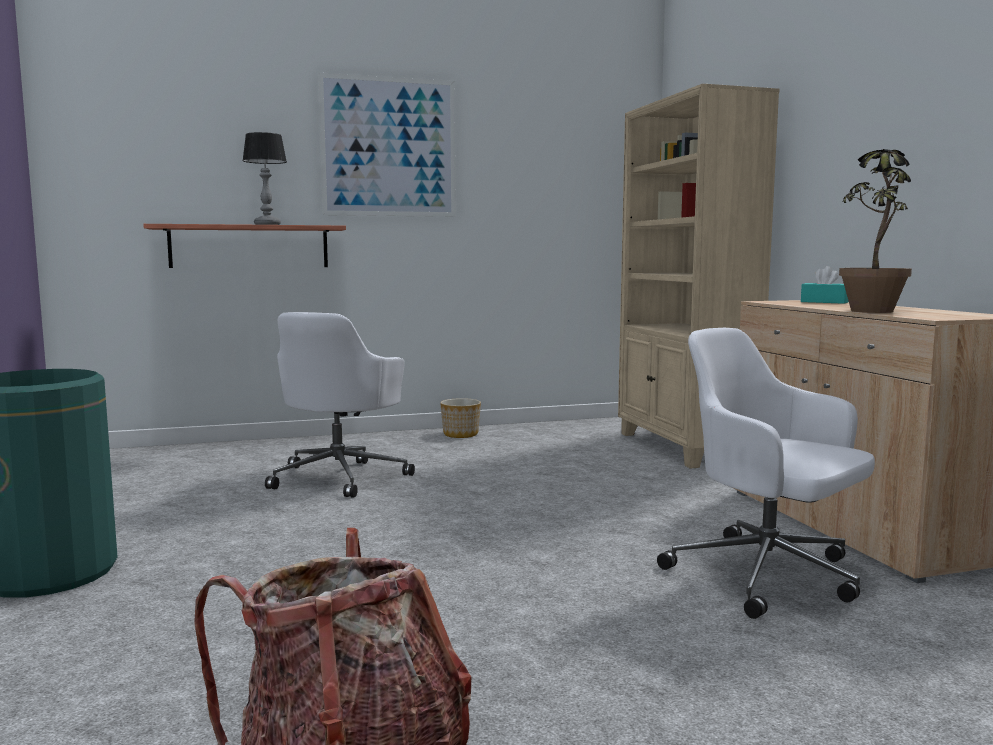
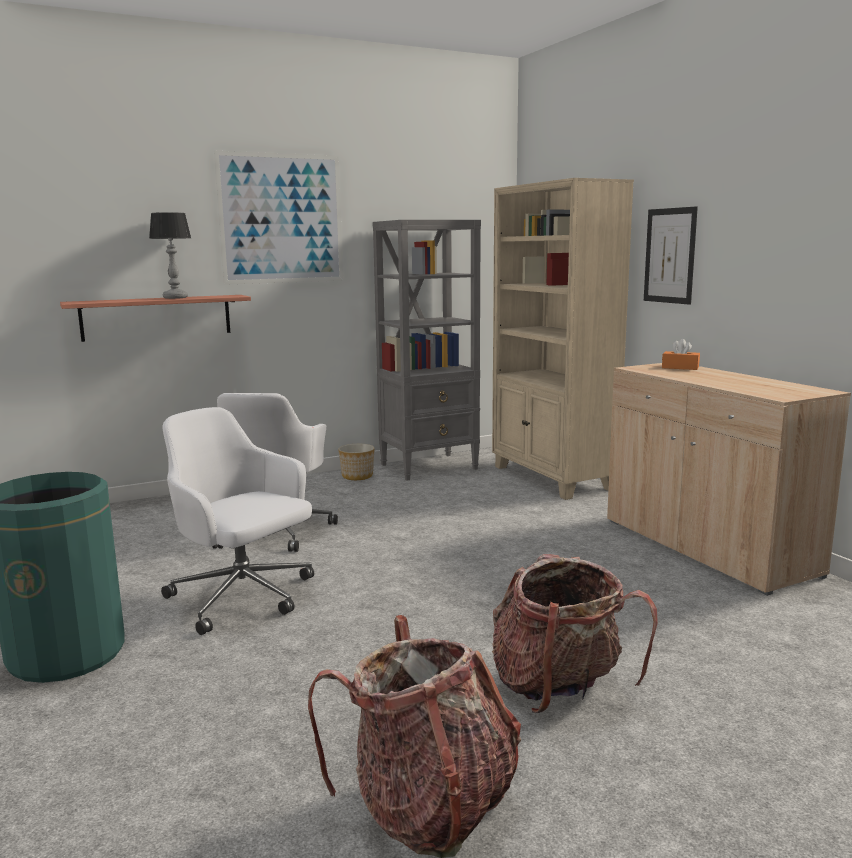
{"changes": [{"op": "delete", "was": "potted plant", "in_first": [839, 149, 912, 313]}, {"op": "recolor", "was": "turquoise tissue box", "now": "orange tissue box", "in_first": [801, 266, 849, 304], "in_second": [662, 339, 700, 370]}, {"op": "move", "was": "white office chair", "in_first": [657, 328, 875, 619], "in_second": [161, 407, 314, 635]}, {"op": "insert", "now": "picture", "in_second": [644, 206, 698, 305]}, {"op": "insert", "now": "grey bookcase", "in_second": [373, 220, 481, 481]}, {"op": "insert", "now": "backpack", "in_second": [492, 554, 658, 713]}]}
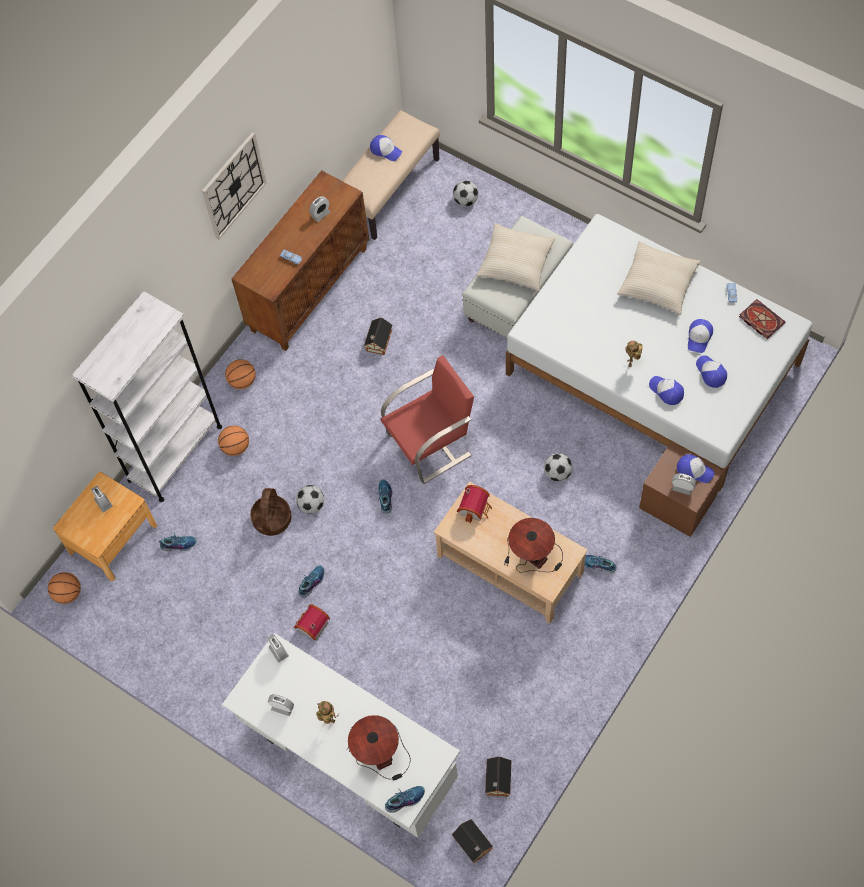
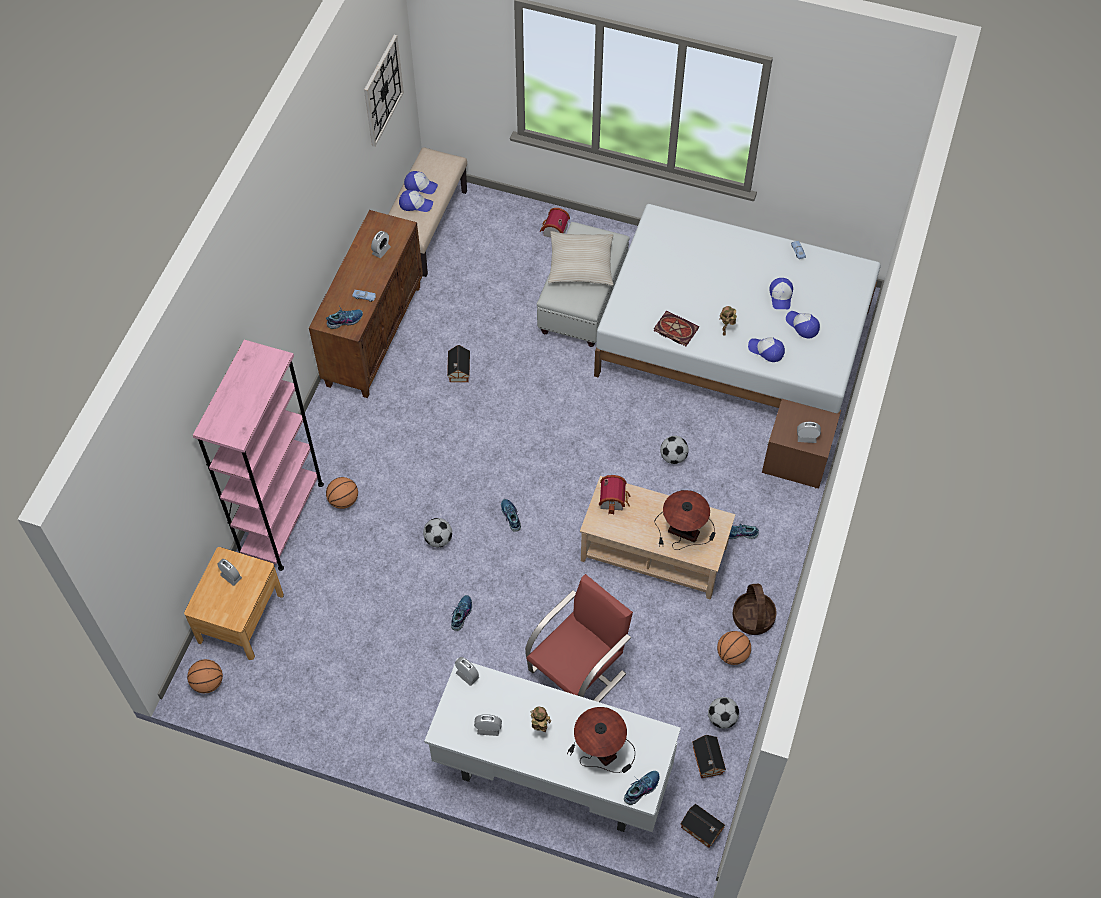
{"changes": [{"op": "move", "was": "wall clock", "in_first": [202, 132, 267, 240], "in_second": [364, 35, 404, 147]}, {"op": "move", "was": "football", "in_first": [453, 181, 478, 207], "in_second": [708, 697, 739, 729]}, {"op": "delete", "was": "beige pillow", "in_first": [617, 241, 701, 315]}, {"op": "recolor", "was": "white bookcase", "now": "pink bookcase", "in_first": [72, 291, 222, 502], "in_second": [193, 340, 324, 571]}, {"op": "move", "was": "book", "in_first": [739, 299, 785, 339], "in_second": [653, 311, 699, 346]}, {"op": "move", "was": "red chair", "in_first": [381, 355, 474, 484], "in_second": [525, 574, 633, 702]}, {"op": "move", "was": "basketball", "in_first": [225, 359, 256, 389], "in_second": [717, 631, 751, 665]}, {"op": "move", "was": "cap", "in_first": [677, 454, 714, 483], "in_second": [399, 190, 433, 212]}, {"op": "move", "was": "basket", "in_first": [250, 488, 292, 536], "in_second": [733, 584, 777, 635]}, {"op": "move", "was": "shoe", "in_first": [159, 533, 197, 551], "in_second": [326, 306, 363, 329]}, {"op": "move", "was": "toy house", "in_first": [294, 604, 330, 641], "in_second": [540, 208, 570, 238]}]}
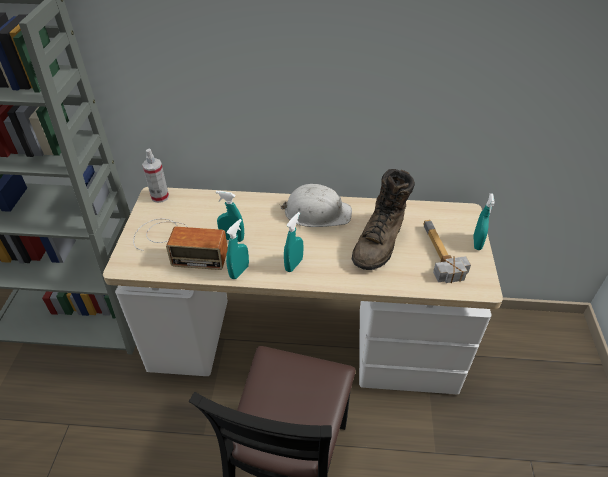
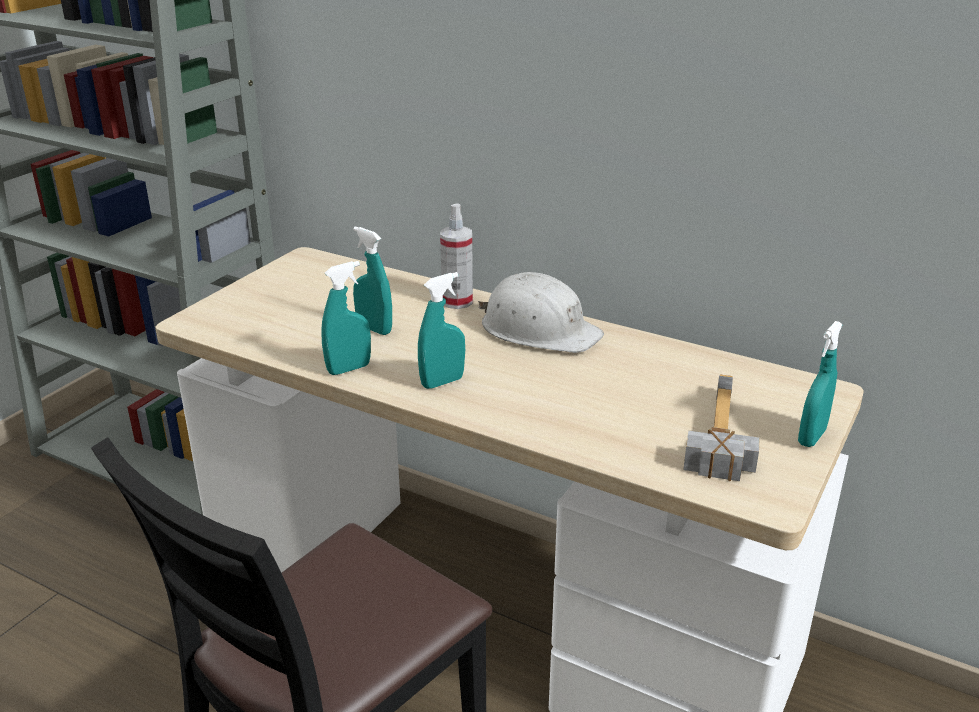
{"changes": [{"op": "move", "was": "spray bottle", "in_first": [142, 148, 169, 203], "in_second": [440, 203, 473, 309]}, {"op": "delete", "was": "brown boot", "in_first": [352, 169, 415, 270]}, {"op": "delete", "was": "radio", "in_first": [133, 219, 228, 270]}]}
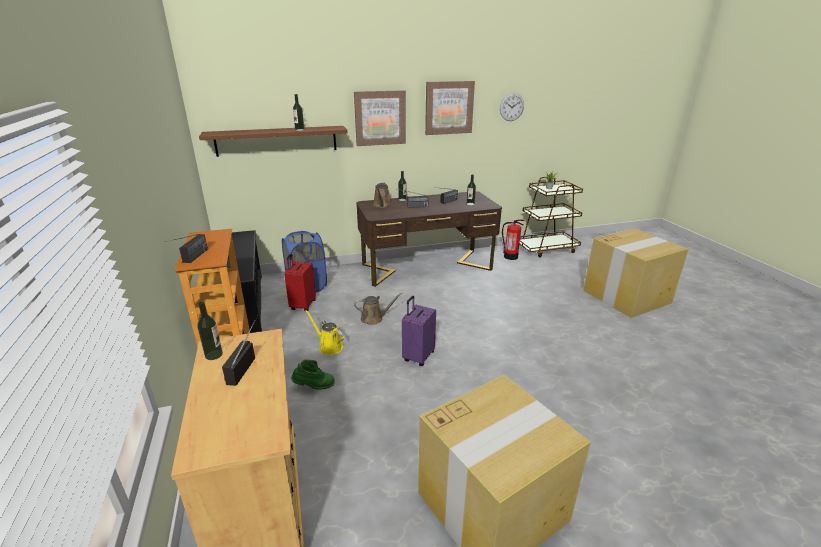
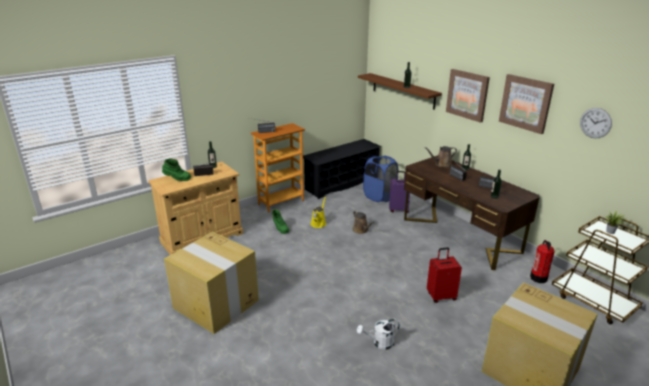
{"changes": [{"op": "move", "was": "red suitcase", "in_first": [284, 253, 316, 311], "in_second": [427, 247, 462, 303]}, {"op": "move", "was": "purple suitcase", "in_first": [402, 296, 436, 366], "in_second": [389, 171, 410, 213]}, {"op": "insert", "now": "green boot", "in_second": [162, 158, 191, 181]}, {"op": "insert", "now": "white watering can", "in_second": [357, 319, 400, 350]}]}
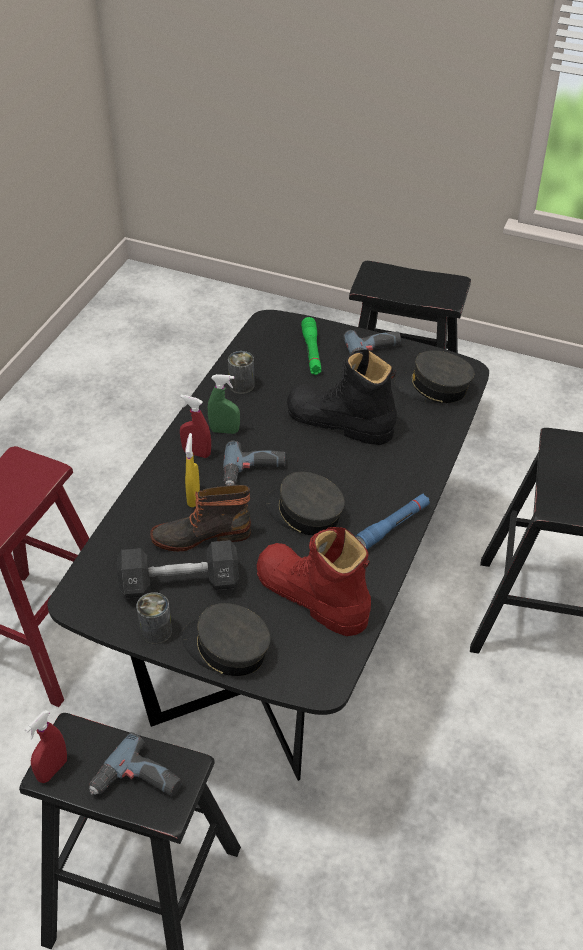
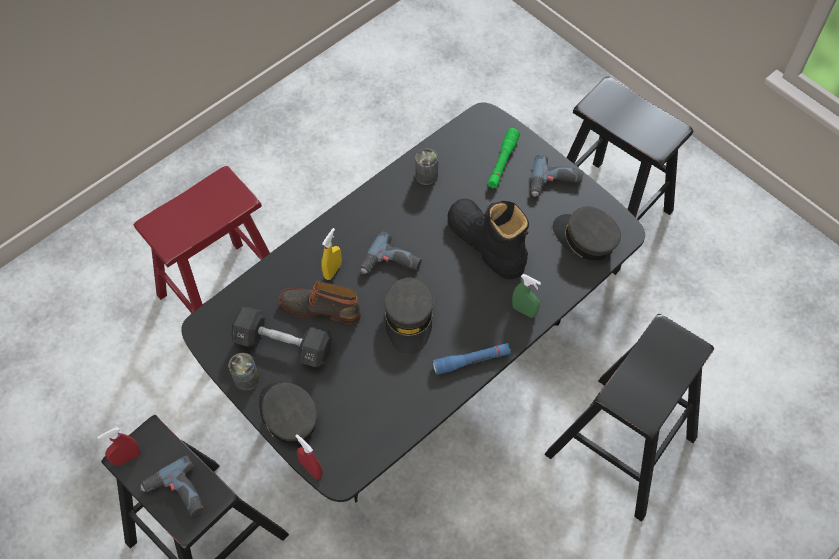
{"changes": [{"op": "move", "was": "green spray bottle", "in_first": [208, 374, 240, 434], "in_second": [512, 274, 541, 318]}, {"op": "move", "was": "red spray bottle", "in_first": [180, 395, 211, 458], "in_second": [295, 434, 323, 479]}, {"op": "rotate", "was": "grey cap", "in_first": [265, 472, 345, 535], "in_second": [384, 278, 433, 355], "clockwise": -150}, {"op": "delete", "was": "red boot", "in_first": [257, 527, 371, 636]}]}
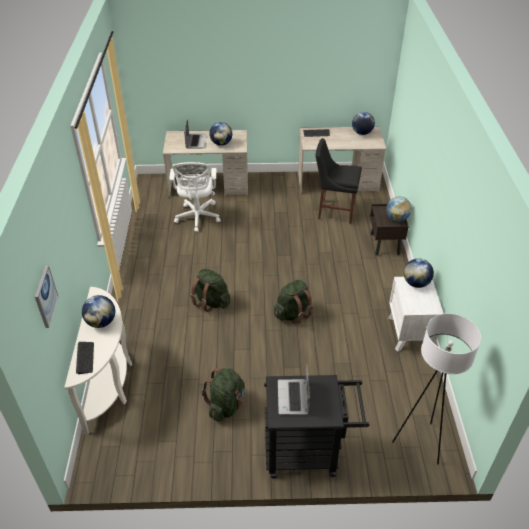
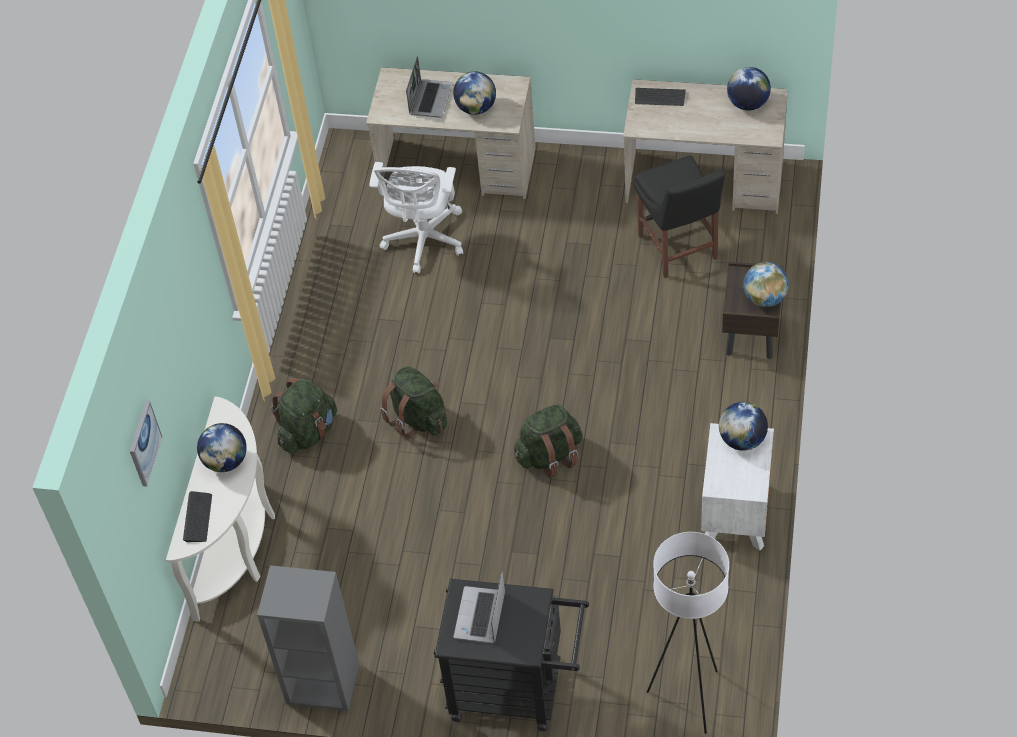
{"changes": [{"op": "rotate", "was": "black chair", "in_first": [315, 138, 362, 224], "in_second": [634, 156, 725, 278], "clockwise": -135}, {"op": "move", "was": "green backpack", "in_first": [202, 368, 245, 422], "in_second": [271, 378, 337, 454]}, {"op": "insert", "now": "grey bookcase", "in_second": [257, 565, 359, 711]}]}
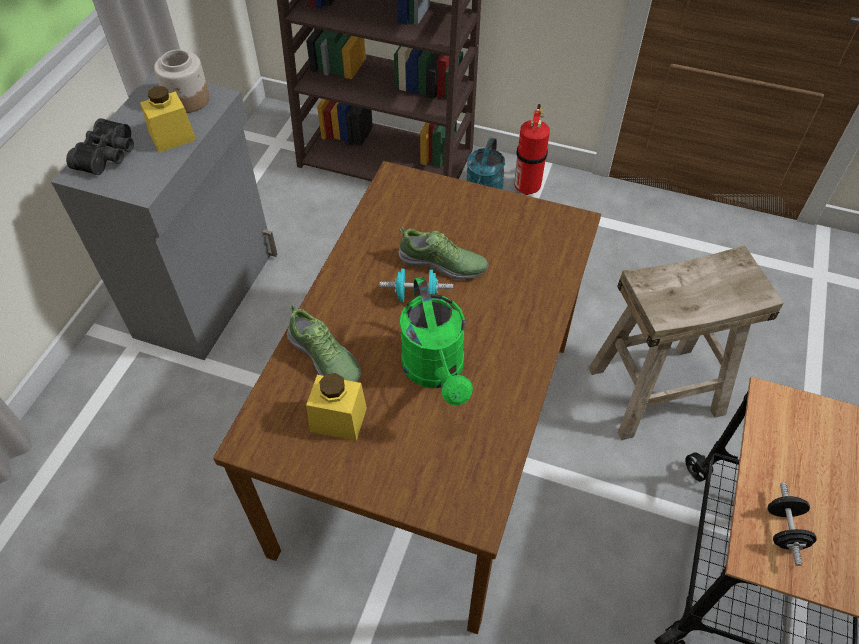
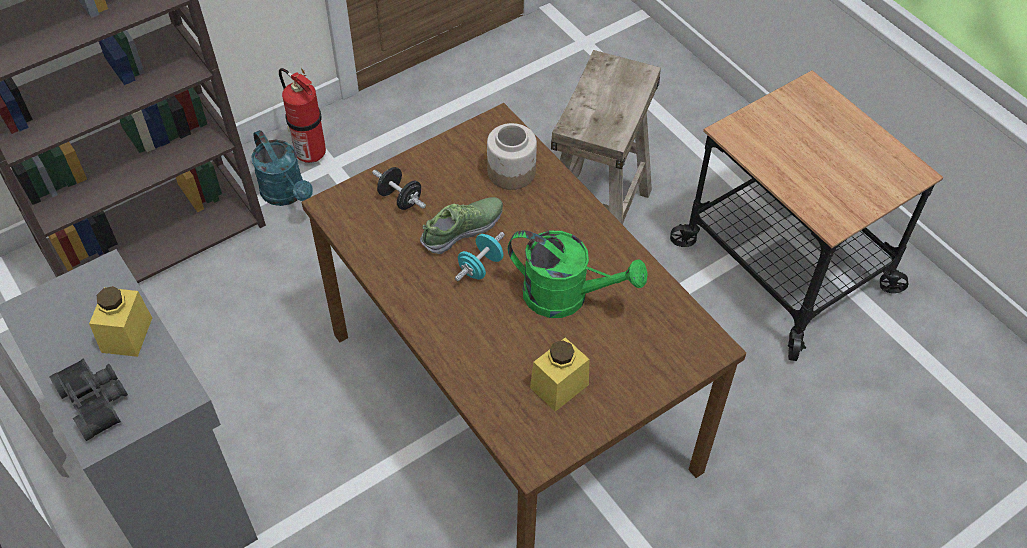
{"changes": [{"op": "move", "was": "jar", "in_first": [154, 50, 210, 113], "in_second": [487, 123, 537, 190]}, {"op": "delete", "was": "shoe", "in_first": [287, 305, 361, 382]}, {"op": "move", "was": "black dumbbell", "in_first": [768, 482, 817, 566], "in_second": [372, 167, 426, 210]}]}
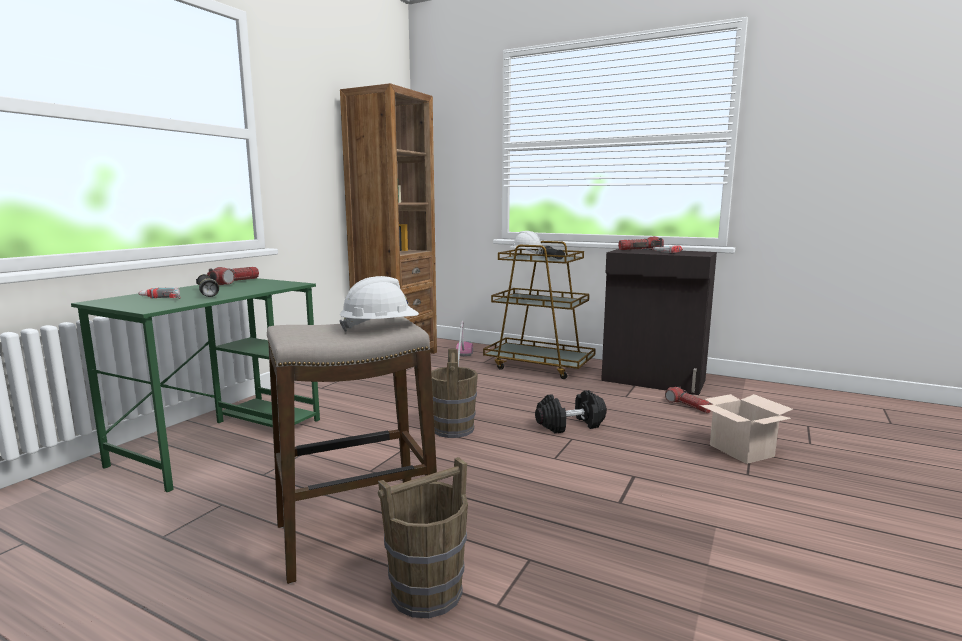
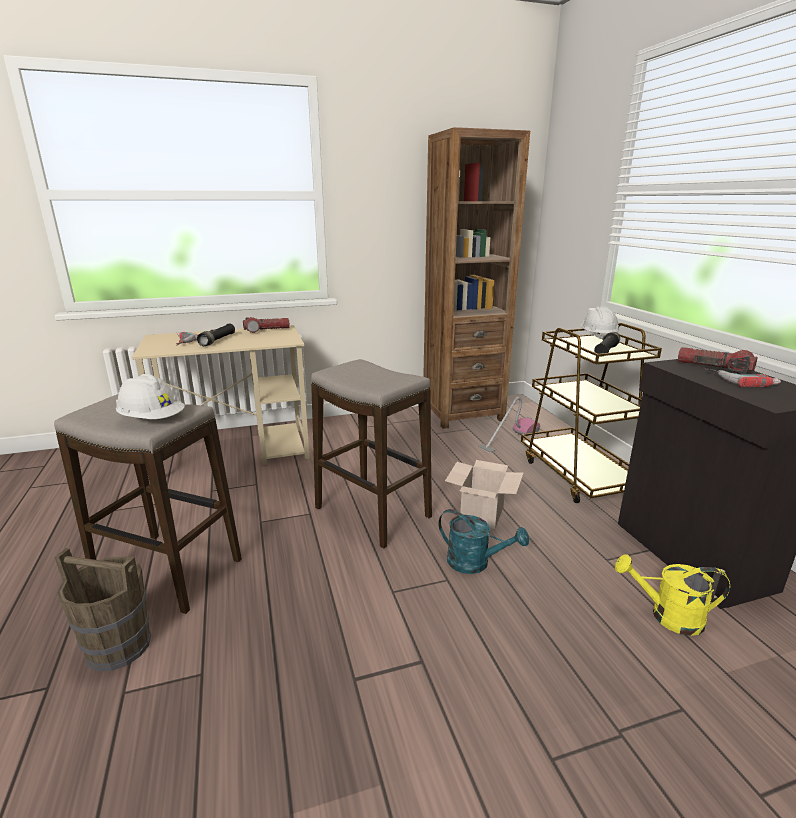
{"changes": [{"op": "recolor", "was": "green desk", "now": "beige desk", "in_first": [71, 278, 320, 492], "in_second": [132, 325, 310, 465]}, {"op": "replace", "was": "brown bucket", "now": "stool", "in_first": [431, 349, 478, 438], "in_second": [311, 359, 432, 548]}, {"op": "replace", "was": "flashlight", "now": "yellow watering can", "in_first": [665, 386, 713, 413], "in_second": [615, 554, 730, 636]}, {"op": "replace", "was": "black dumbbell", "now": "turquoise watering can", "in_first": [535, 390, 607, 433], "in_second": [438, 509, 529, 574]}, {"op": "move", "was": "cardboard box", "in_first": [700, 394, 793, 464], "in_second": [445, 460, 524, 529]}]}
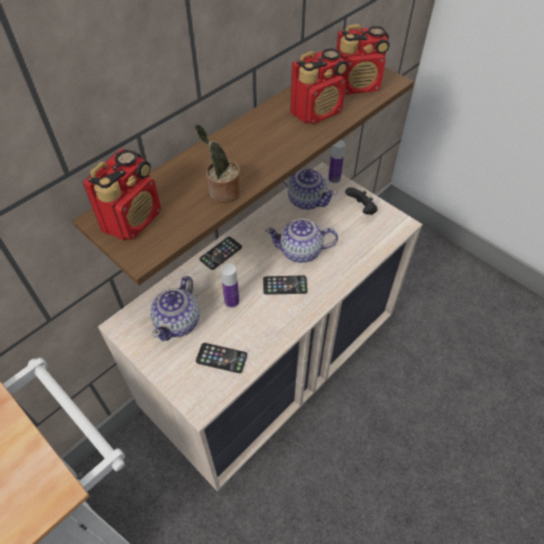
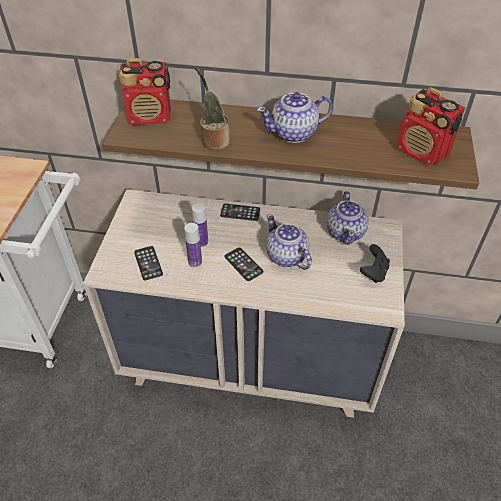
{"changes": [{"op": "delete", "was": "radio", "in_first": [290, 48, 348, 125]}, {"op": "move", "was": "bottle", "in_first": [328, 140, 345, 183], "in_second": [184, 223, 202, 268]}, {"op": "move", "was": "teapot", "in_first": [150, 276, 200, 341], "in_second": [257, 92, 333, 143]}]}
